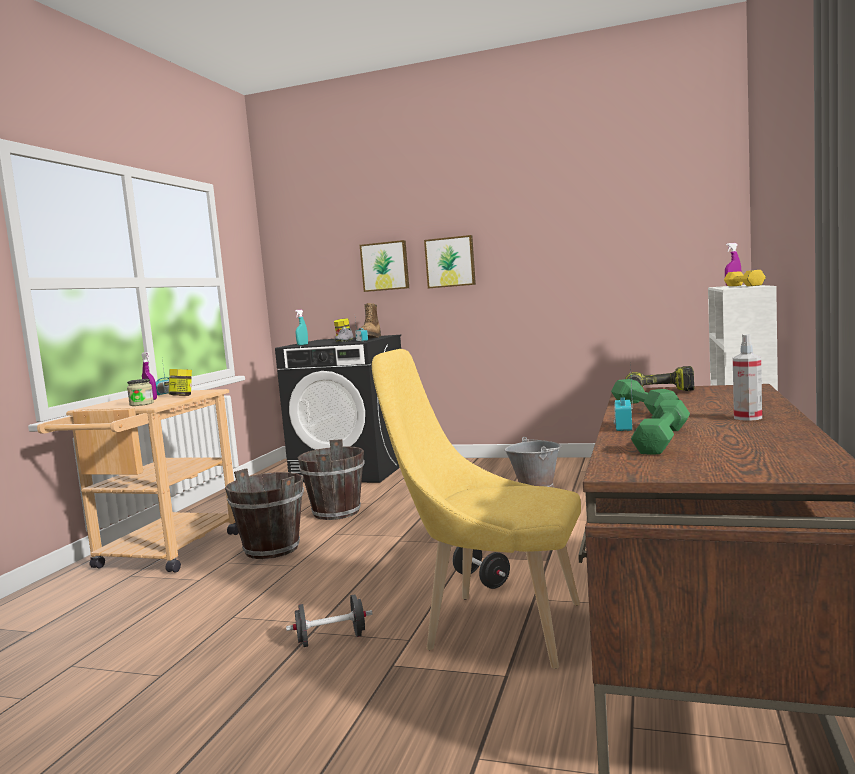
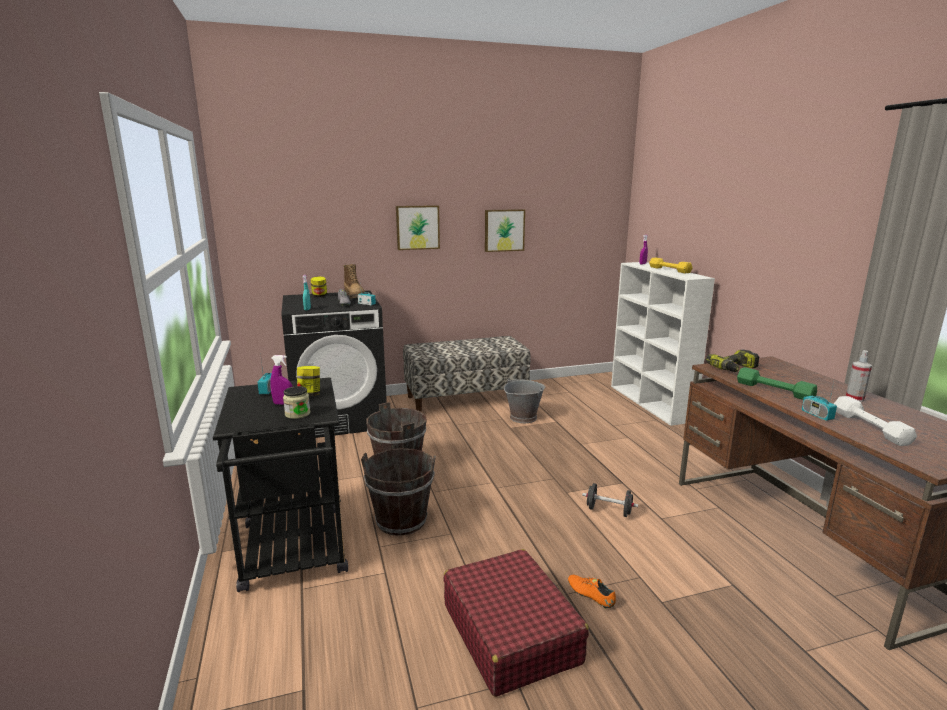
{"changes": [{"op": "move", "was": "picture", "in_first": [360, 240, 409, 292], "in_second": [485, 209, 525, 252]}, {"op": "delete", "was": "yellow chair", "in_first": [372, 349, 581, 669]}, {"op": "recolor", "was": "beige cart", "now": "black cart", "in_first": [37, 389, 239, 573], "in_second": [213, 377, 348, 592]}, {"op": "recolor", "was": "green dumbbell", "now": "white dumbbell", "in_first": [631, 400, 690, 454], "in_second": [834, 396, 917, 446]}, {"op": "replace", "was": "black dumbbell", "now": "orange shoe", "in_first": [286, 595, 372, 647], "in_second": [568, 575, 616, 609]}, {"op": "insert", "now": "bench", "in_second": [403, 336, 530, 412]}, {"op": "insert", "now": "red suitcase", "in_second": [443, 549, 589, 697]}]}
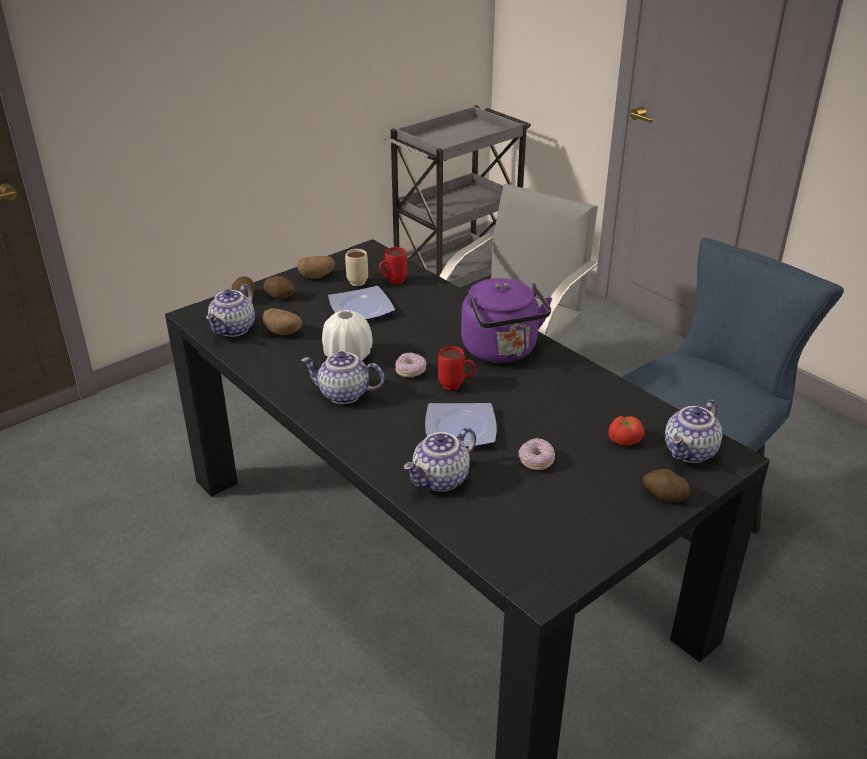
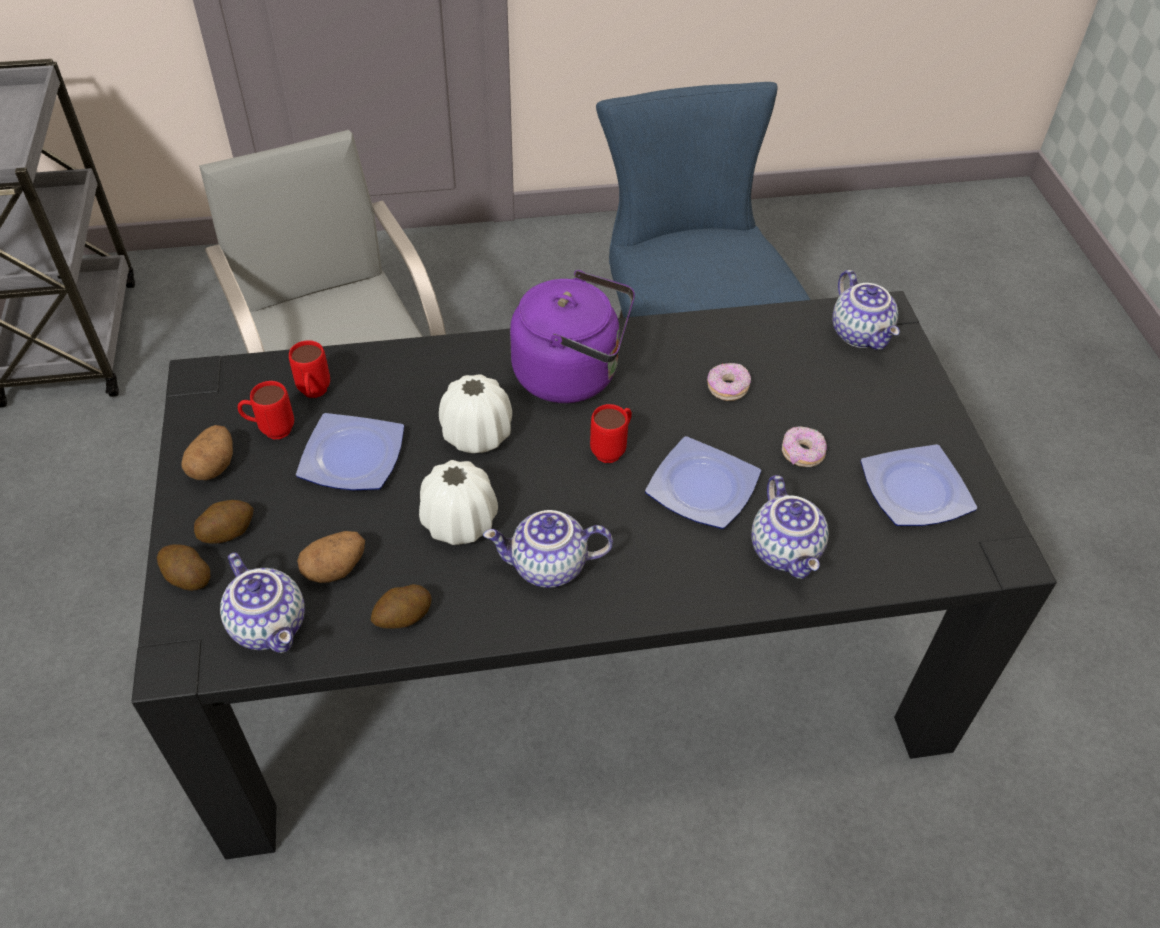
{"changes": [{"op": "recolor", "was": "beige mug", "now": "red mug", "in_first": [345, 249, 368, 286], "in_second": [237, 381, 294, 439]}, {"op": "rotate", "was": "teapot", "in_first": [301, 351, 384, 404], "in_second": [483, 510, 613, 588], "clockwise": 45}, {"op": "move", "was": "donut", "in_first": [395, 352, 426, 377], "in_second": [707, 363, 751, 401]}, {"op": "delete", "was": "tomato", "in_first": [608, 416, 645, 445]}, {"op": "move", "was": "potato", "in_first": [643, 469, 690, 502], "in_second": [371, 584, 432, 629]}, {"op": "insert", "now": "white vase", "in_second": [439, 374, 512, 453]}, {"op": "insert", "now": "plate", "in_second": [861, 444, 977, 526]}]}
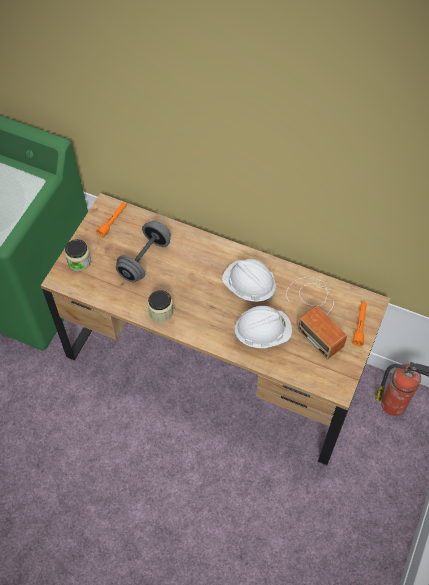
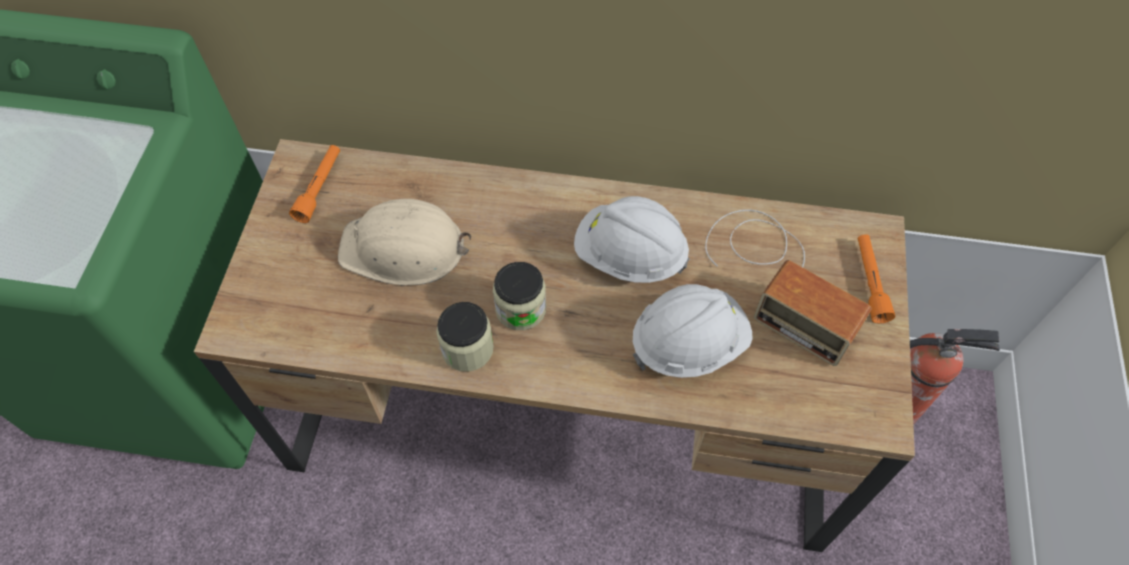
{"changes": [{"op": "replace", "was": "grey dumbbell", "now": "beige hard hat", "in_first": [116, 220, 171, 282], "in_second": [338, 199, 471, 286]}, {"op": "move", "was": "jar", "in_first": [65, 239, 91, 271], "in_second": [493, 262, 546, 330]}]}
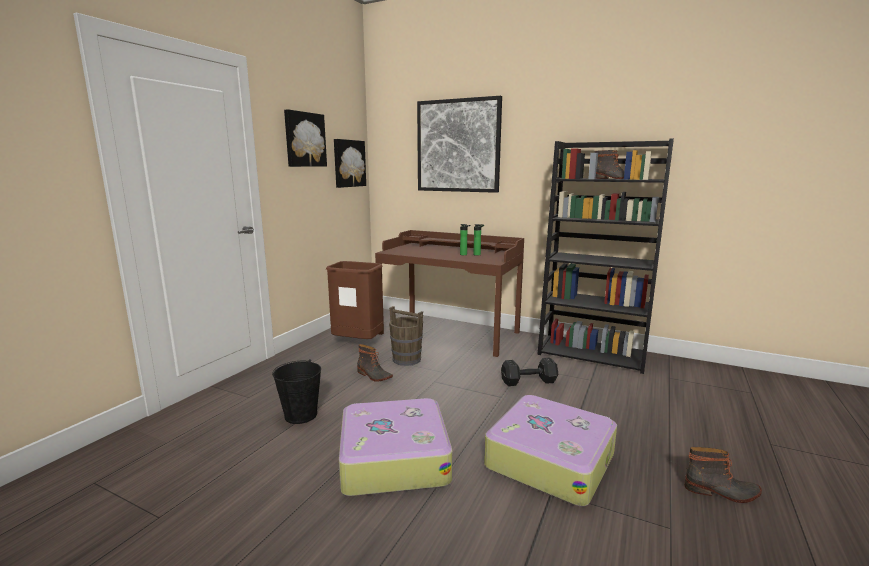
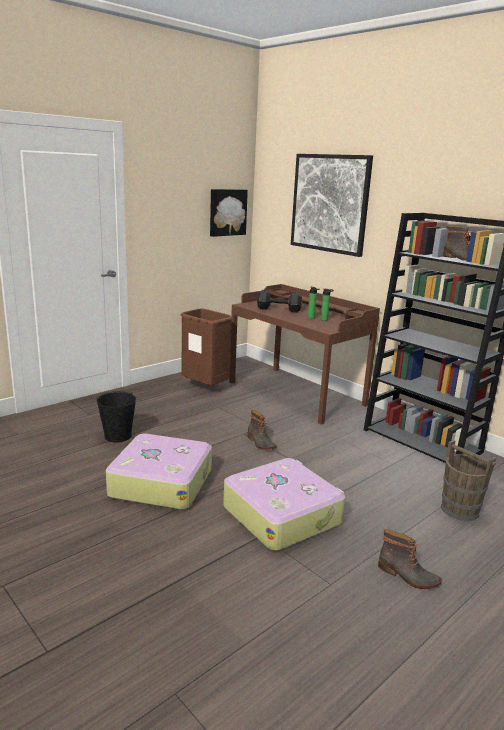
{"changes": [{"op": "delete", "was": "picture", "in_first": [284, 109, 327, 167]}, {"op": "move", "was": "brown bucket", "in_first": [389, 306, 423, 366], "in_second": [441, 440, 496, 521]}, {"op": "move", "was": "boot", "in_first": [357, 344, 393, 382], "in_second": [247, 410, 277, 450]}, {"op": "move", "was": "black dumbbell", "in_first": [501, 358, 558, 386], "in_second": [257, 290, 302, 313]}]}
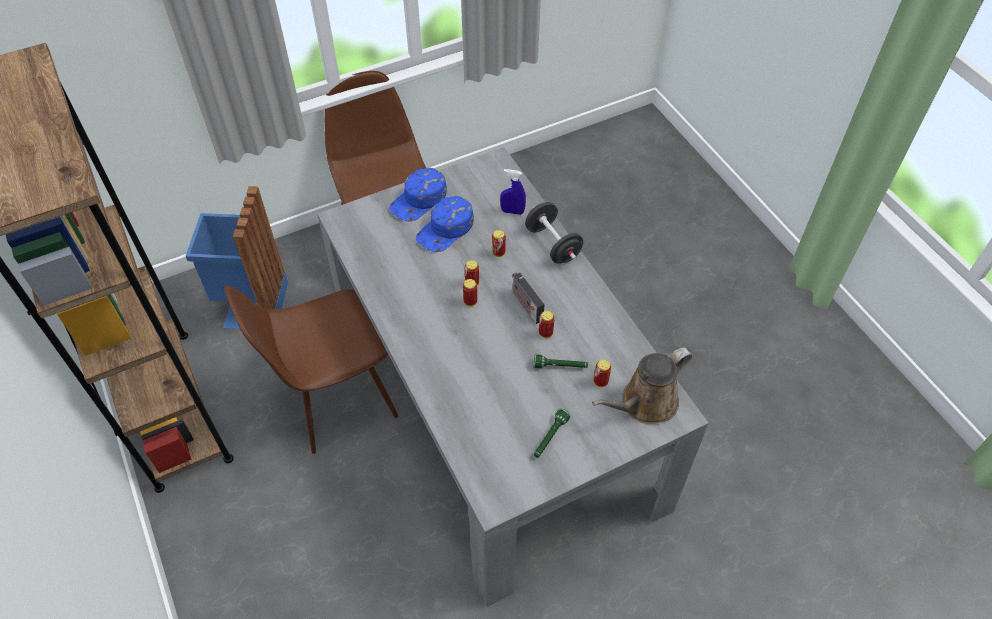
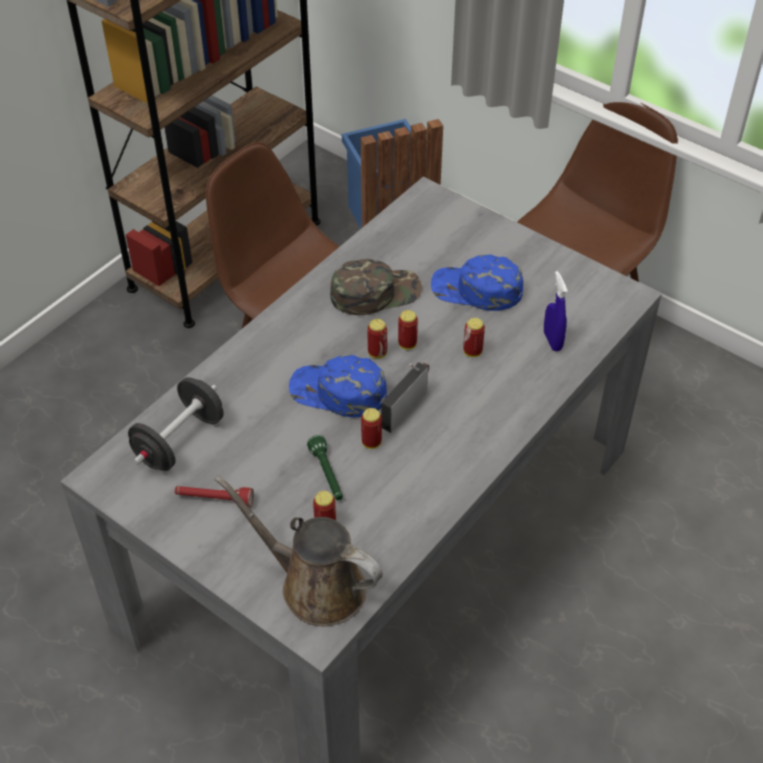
{"changes": [{"op": "move", "was": "blue cap", "in_first": [389, 168, 447, 221], "in_second": [289, 355, 387, 417]}, {"op": "move", "was": "black dumbbell", "in_first": [525, 202, 583, 264], "in_second": [128, 377, 224, 471]}, {"op": "recolor", "was": "green flashlight", "now": "red flashlight", "in_first": [534, 409, 570, 458], "in_second": [175, 486, 253, 507]}, {"op": "insert", "now": "green cap", "in_second": [330, 259, 422, 315]}]}
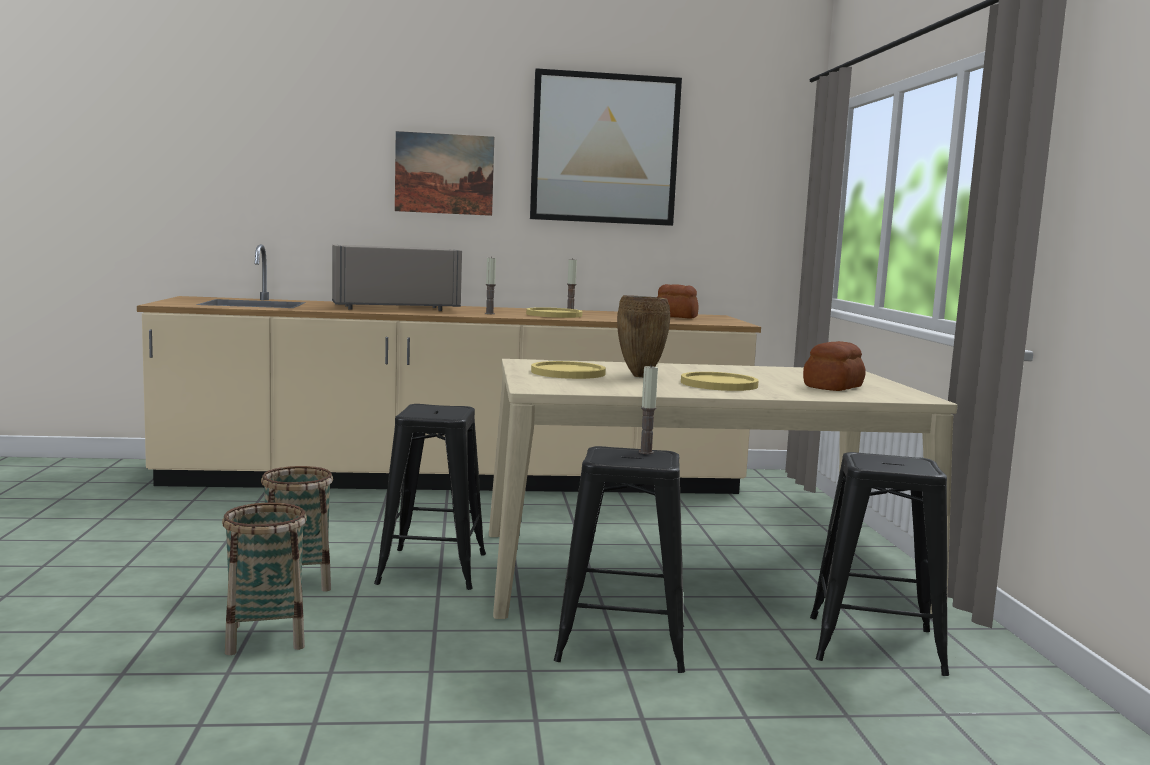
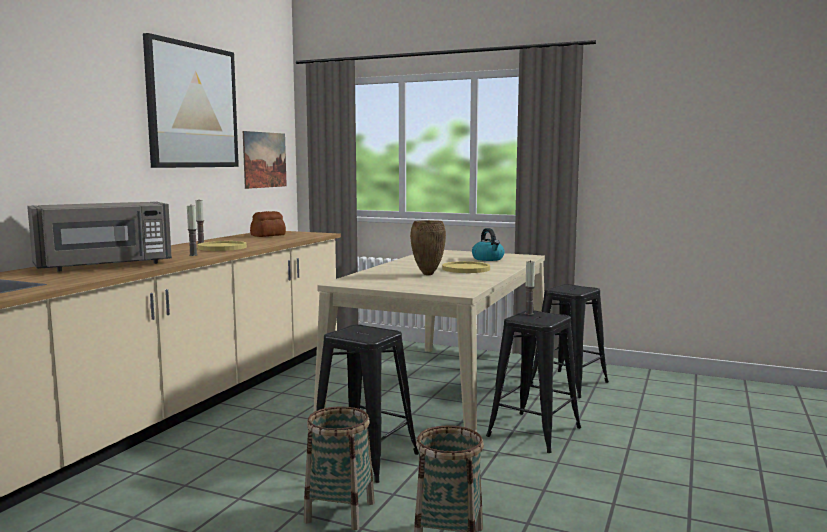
{"changes": [{"op": "move", "was": "picture", "in_first": [395, 131, 494, 216], "in_second": [243, 131, 287, 189]}, {"op": "rotate", "was": "grey microwave", "in_first": [332, 245, 462, 311], "in_second": [27, 202, 172, 271], "clockwise": -135}, {"op": "replace", "was": "bread", "now": "kettle", "in_first": [803, 341, 866, 391], "in_second": [472, 228, 505, 261]}, {"op": "delete", "was": "yellow plate", "in_first": [531, 361, 606, 379]}]}
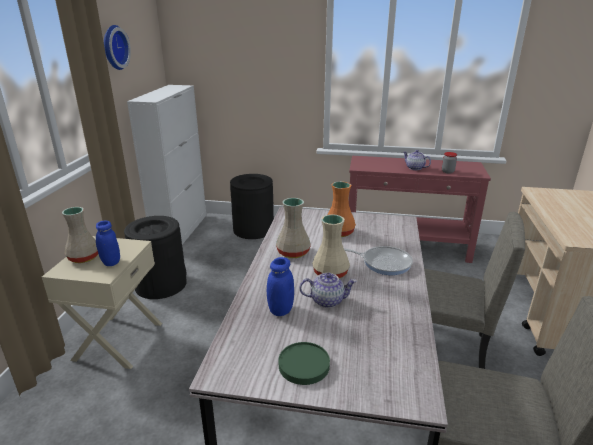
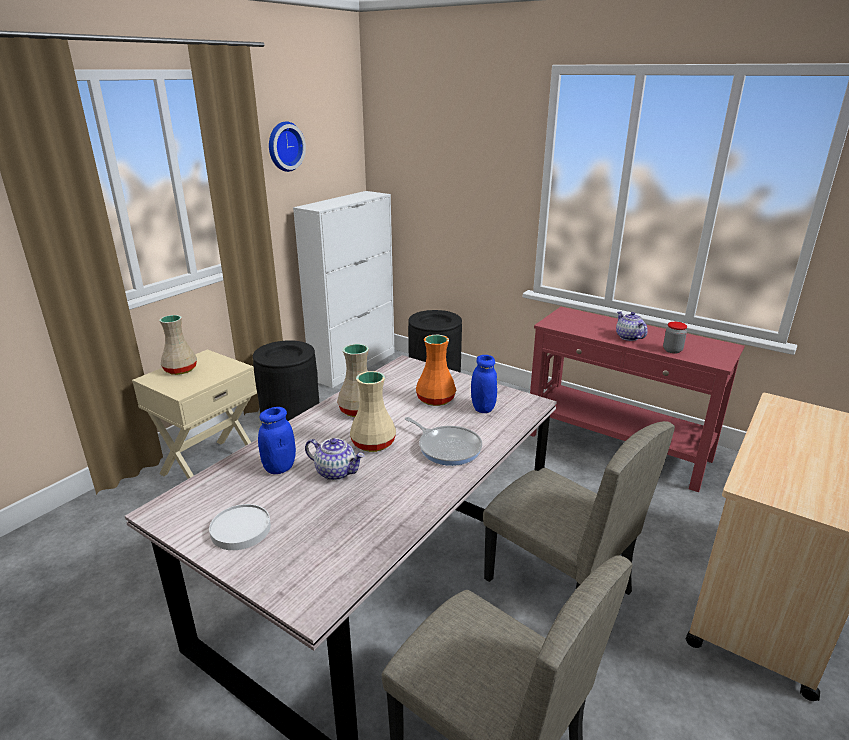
{"changes": [{"op": "move", "was": "blue jar", "in_first": [96, 220, 120, 266], "in_second": [471, 355, 497, 413]}, {"op": "recolor", "was": "green plate", "now": "white plate", "in_first": [279, 342, 330, 385], "in_second": [209, 504, 271, 550]}]}
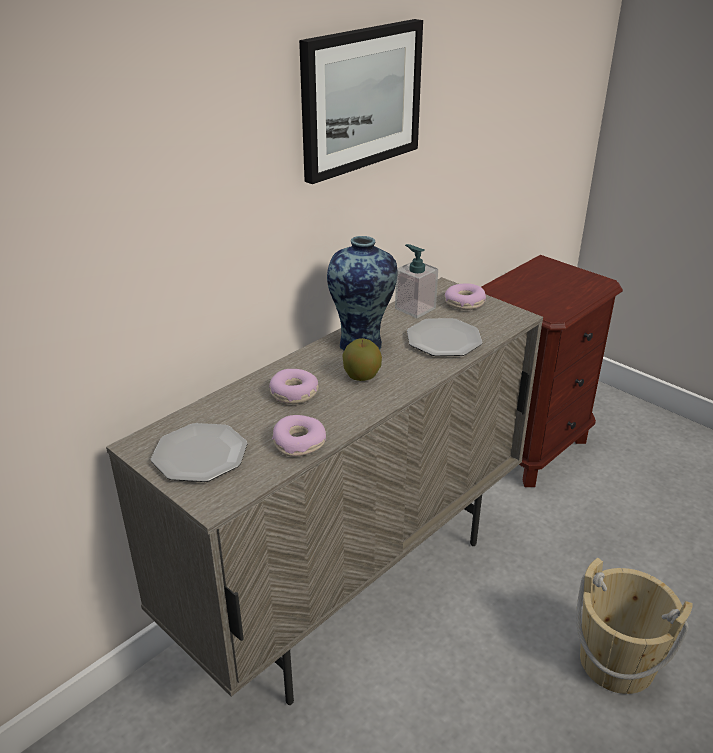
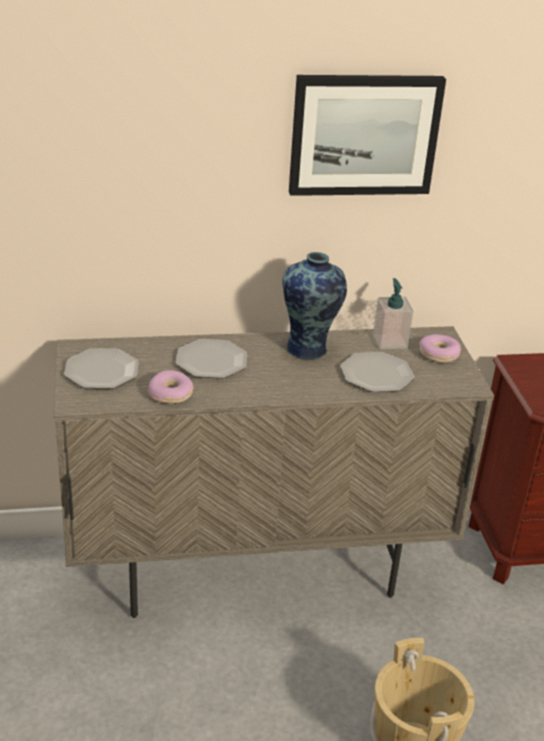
{"changes": [{"op": "delete", "was": "apple", "in_first": [342, 338, 382, 381]}, {"op": "replace", "was": "donut", "now": "plate", "in_first": [269, 369, 318, 404], "in_second": [176, 339, 247, 379]}]}
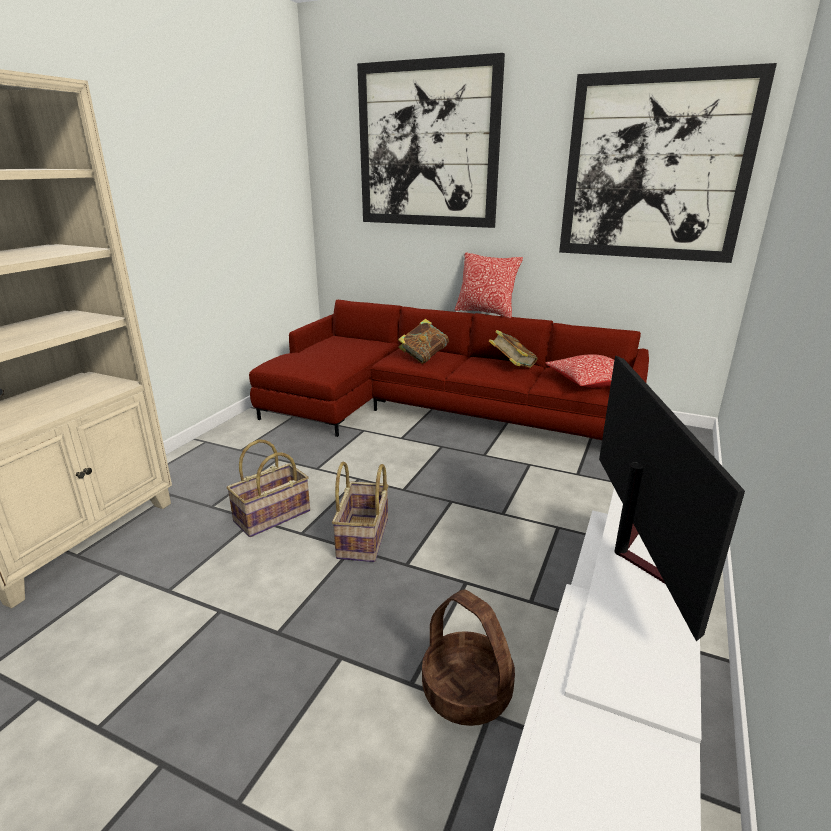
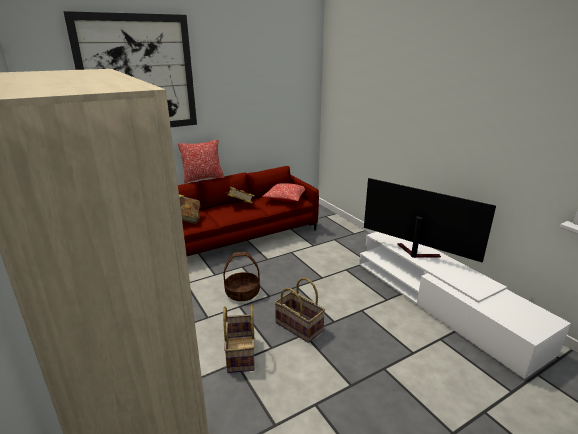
{"changes": [{"op": "delete", "was": "picture", "in_first": [559, 63, 777, 263]}, {"op": "move", "was": "basket", "in_first": [422, 589, 515, 726], "in_second": [223, 252, 260, 301]}]}
